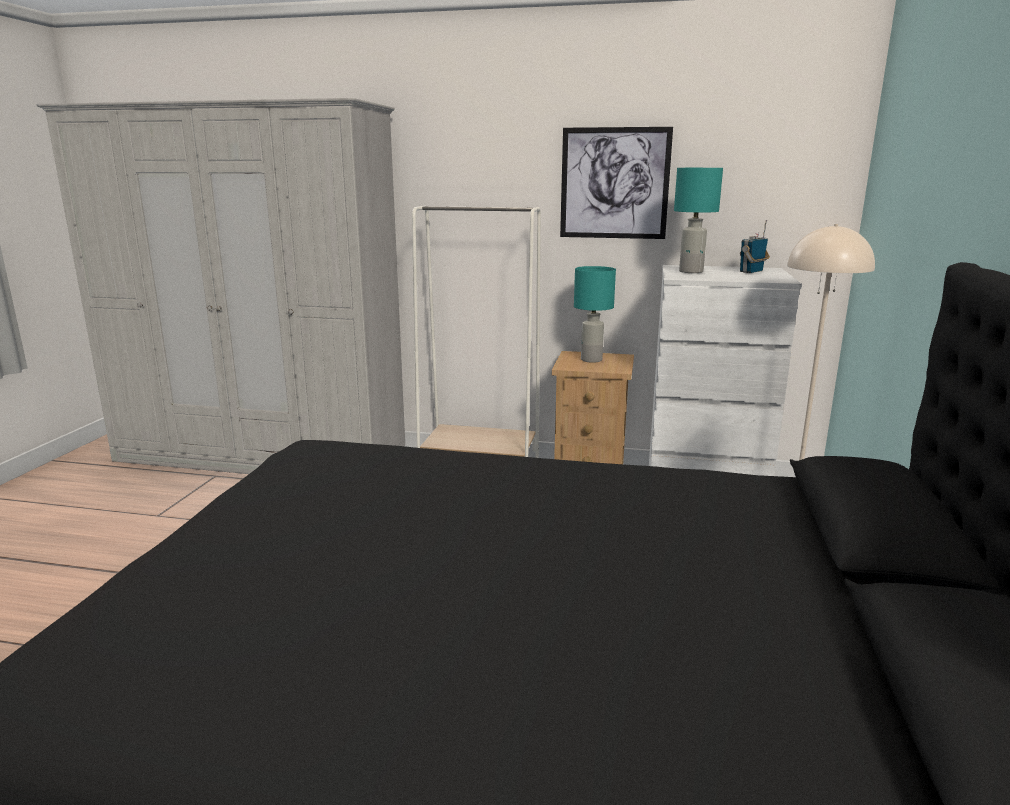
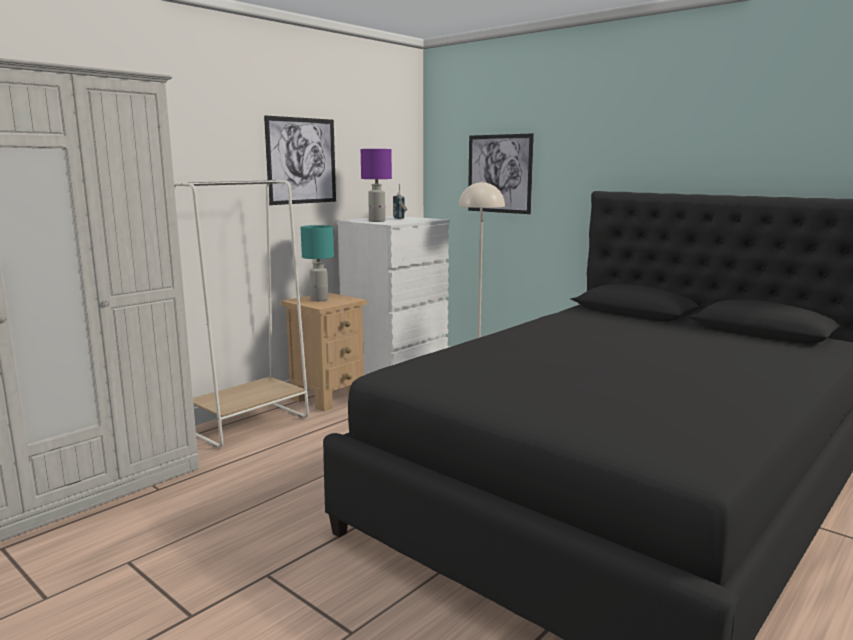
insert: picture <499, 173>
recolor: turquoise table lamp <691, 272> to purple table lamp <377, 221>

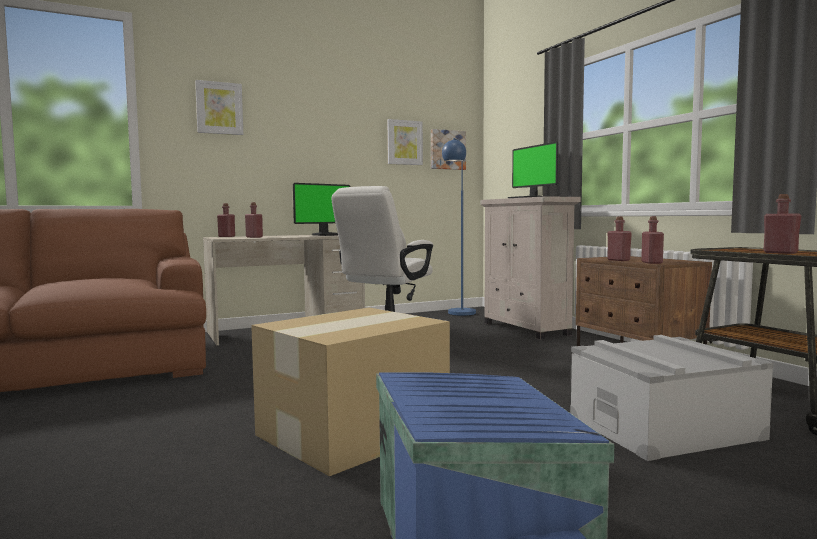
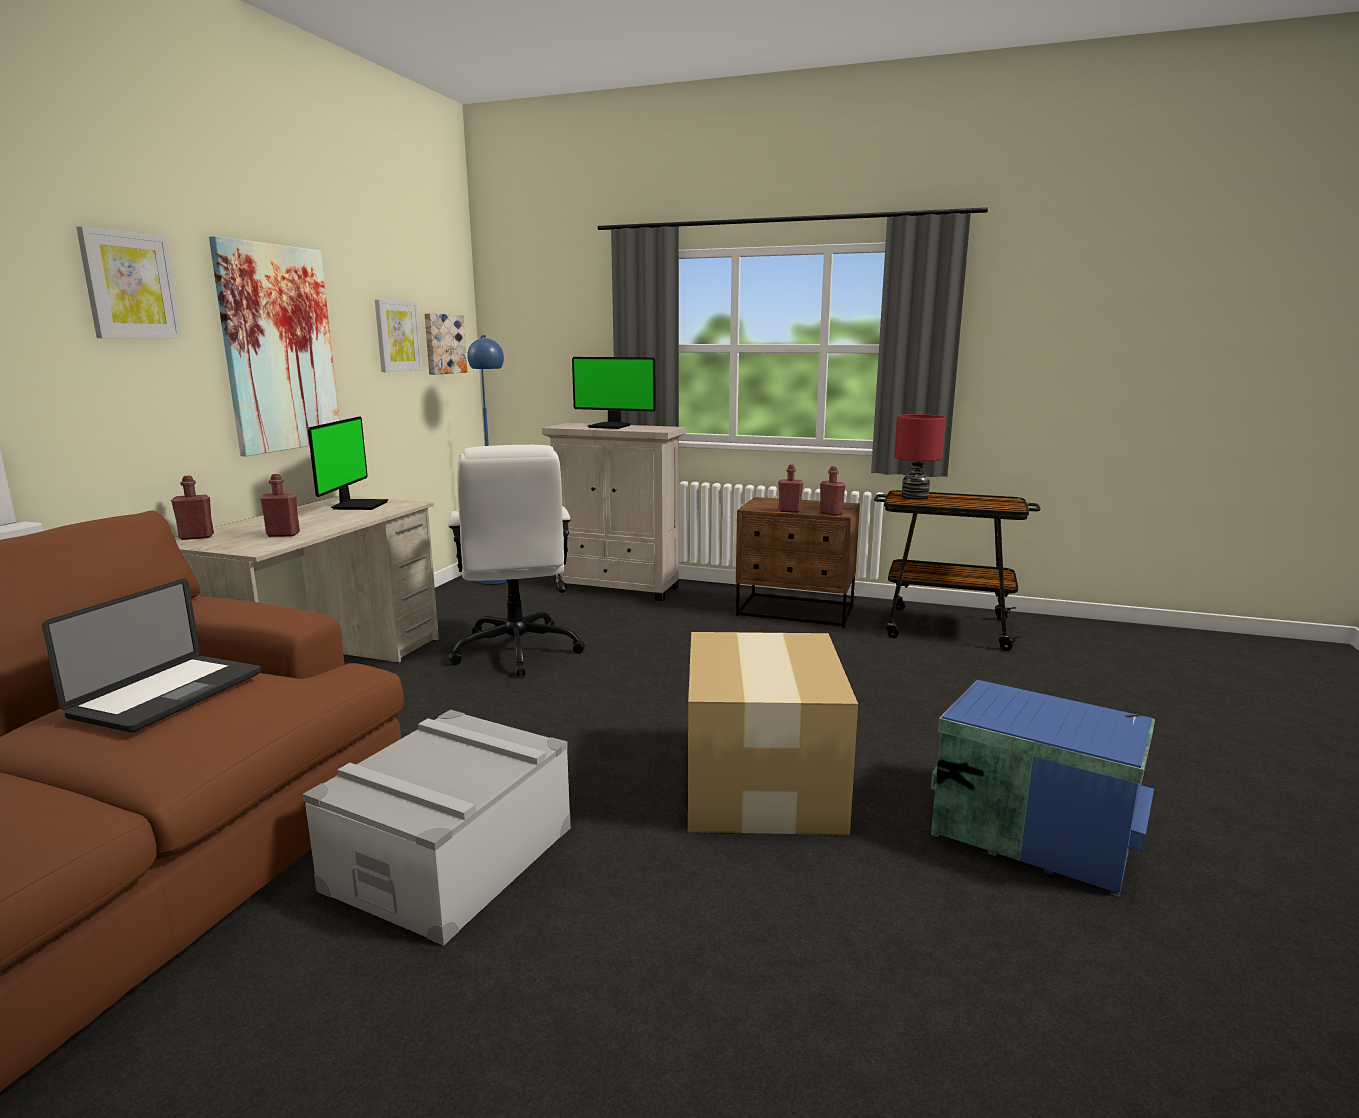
delete: red bottle <780, 253>
insert: picture <279, 349>; red table lamp <914, 497>; laptop <168, 695>
move: grey storage box <664, 428> to <451, 858>

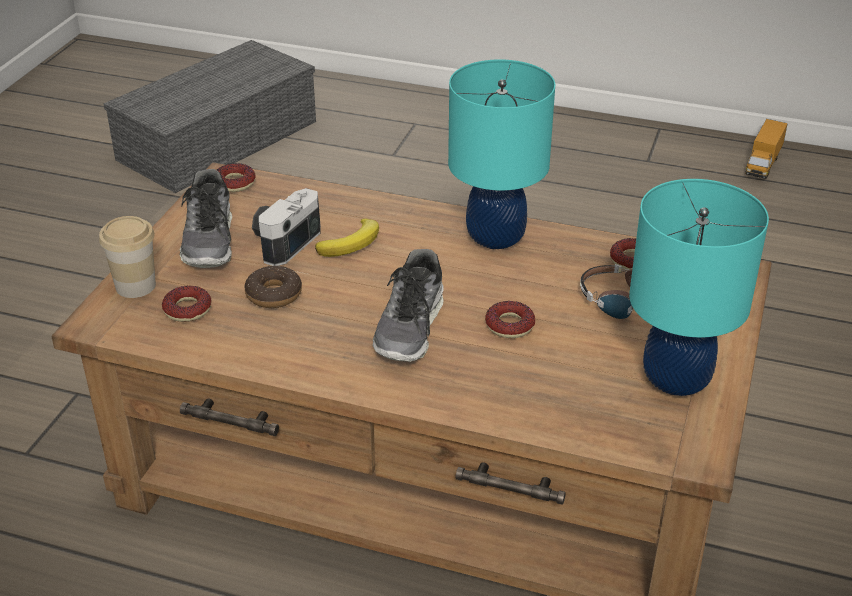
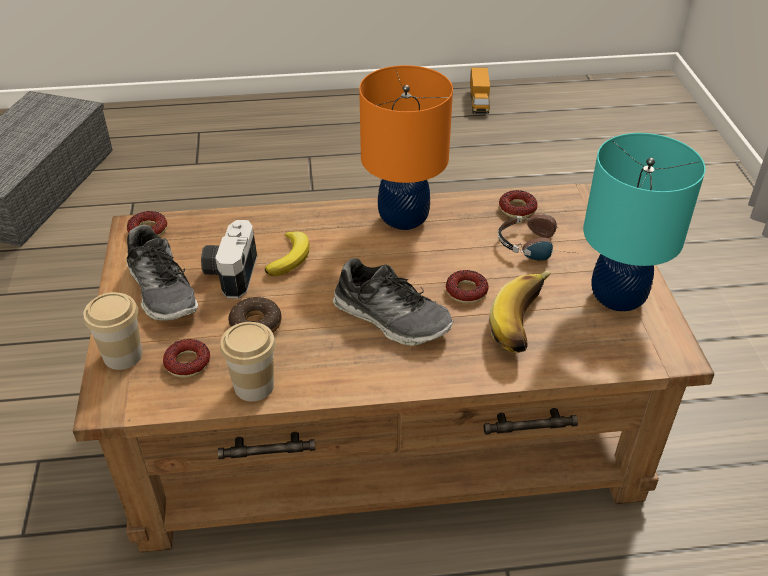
insert: banana <527, 325>; cup <254, 386>
recolor: turquoise table lamp <498, 238> to orange table lamp <404, 219>
rotate: shoe <411, 328> = <391, 318> 45 degrees counterclockwise

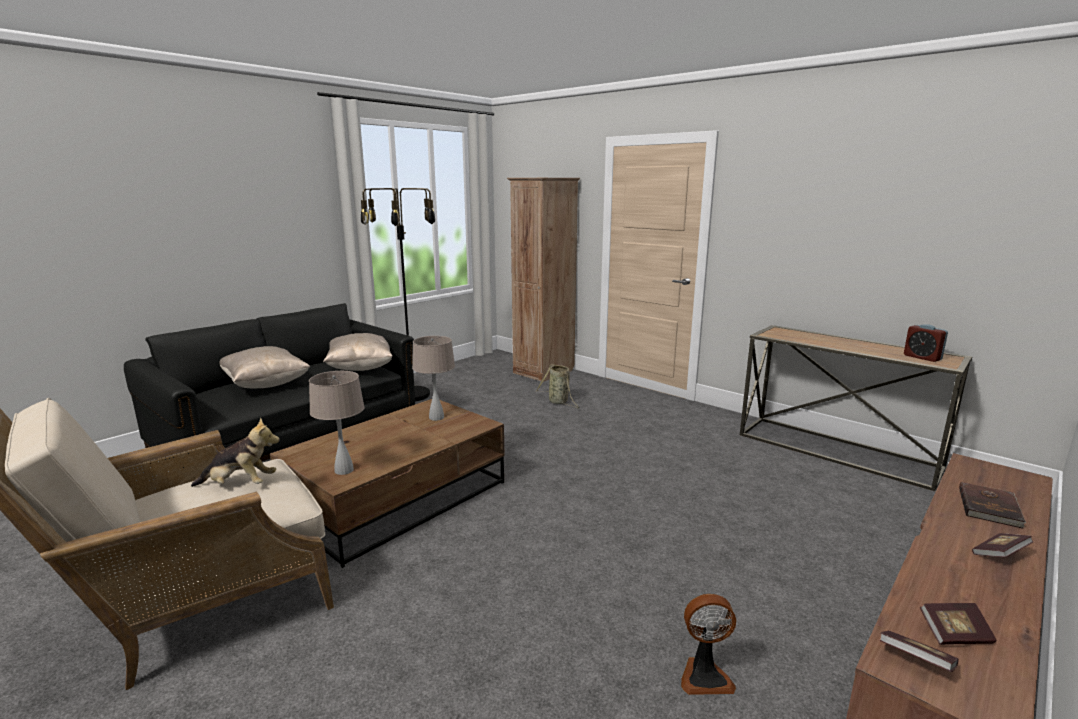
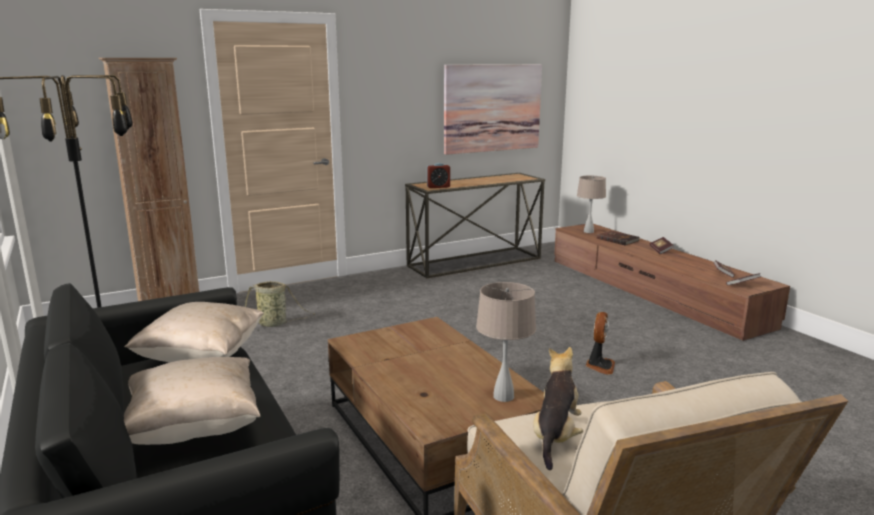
insert: picture <492, 108>
move: alarm clock <922, 357> to <438, 187>; beige table lamp <436, 417> to <588, 231>; fan <704, 676> to <599, 366>

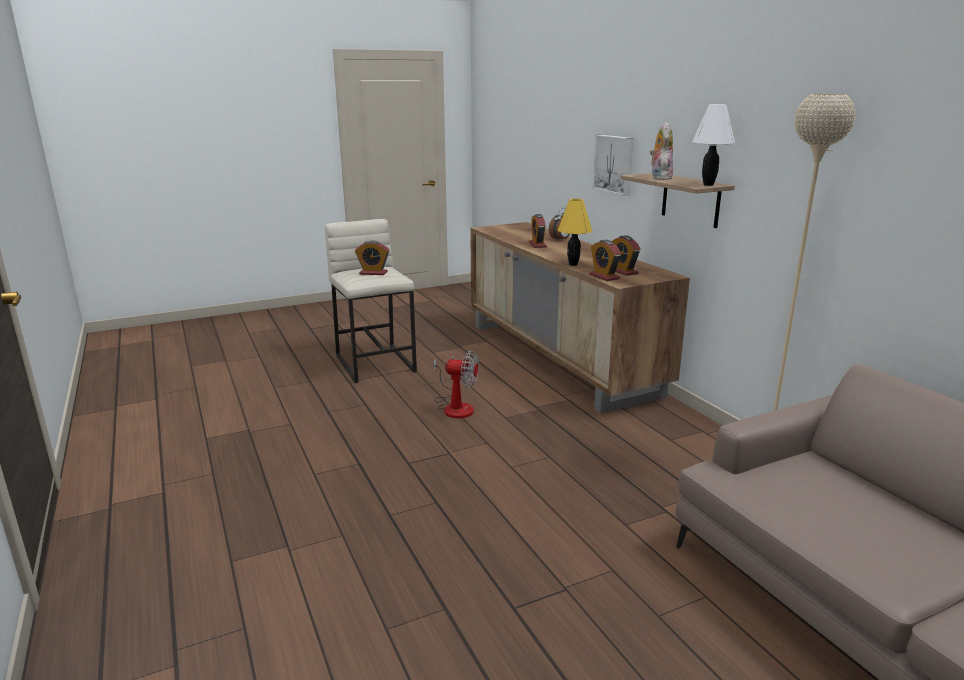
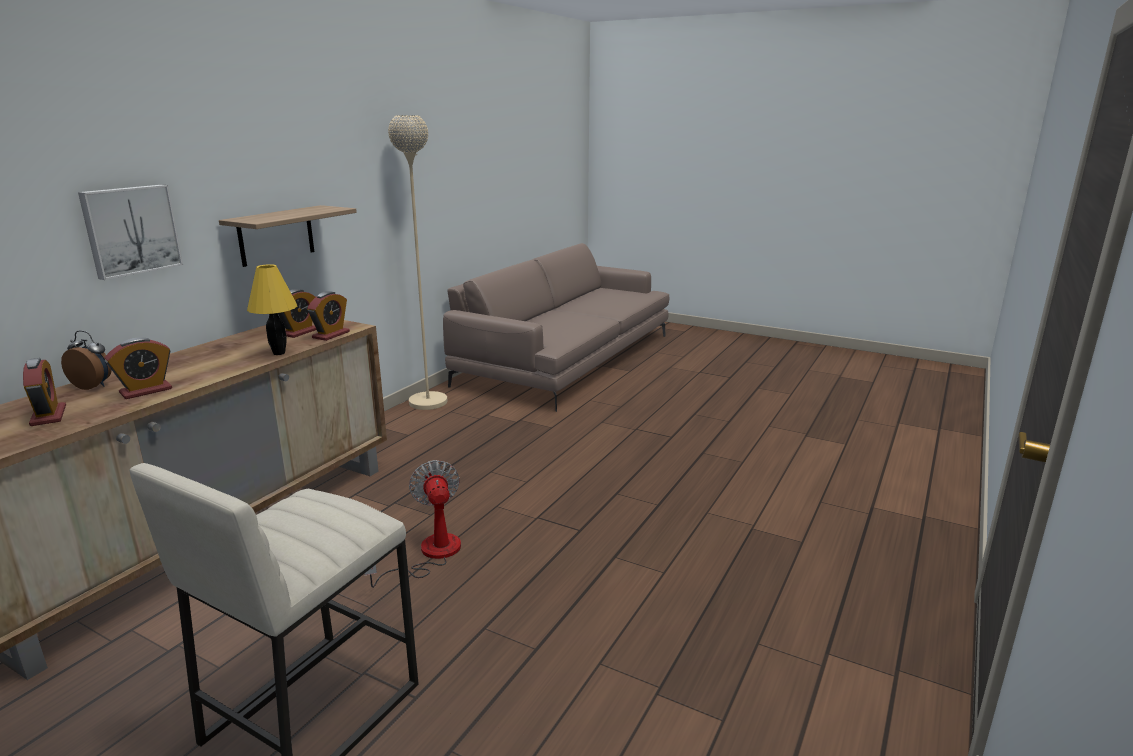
delete: white table lamp <708, 185>; plush toy <659, 178>
move: alarm clock <373, 273> to <48, 416>

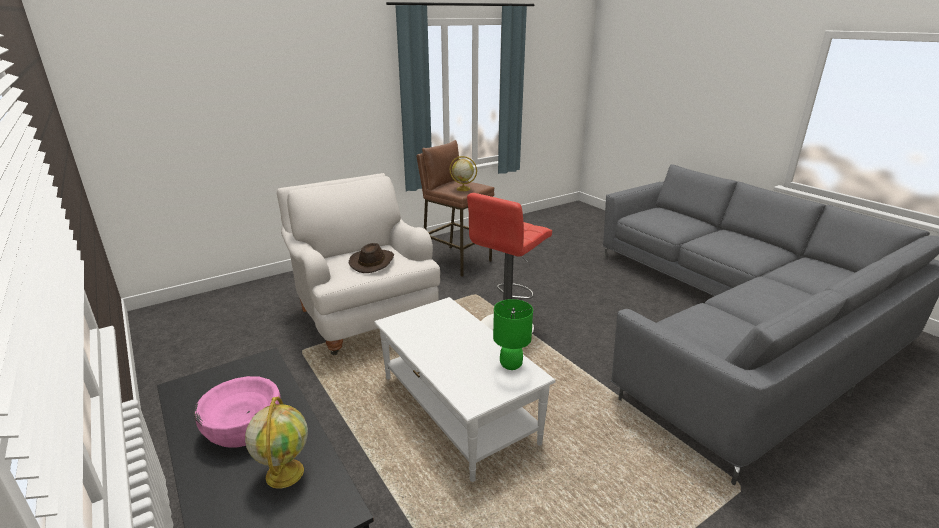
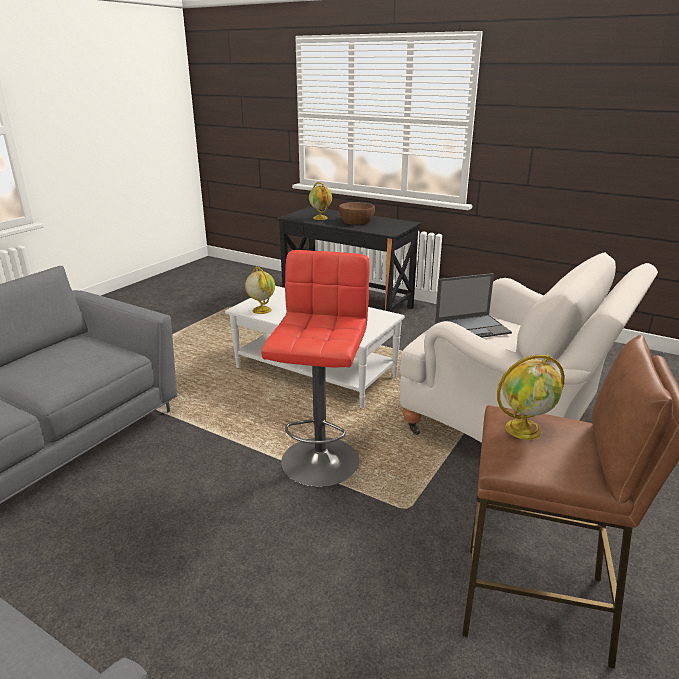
replace: brown hat <372, 262> to laptop <472, 327>; green table lamp <512, 366> to globe <261, 310>
recolor: pink bowl <243, 427> to brown bowl <356, 221>

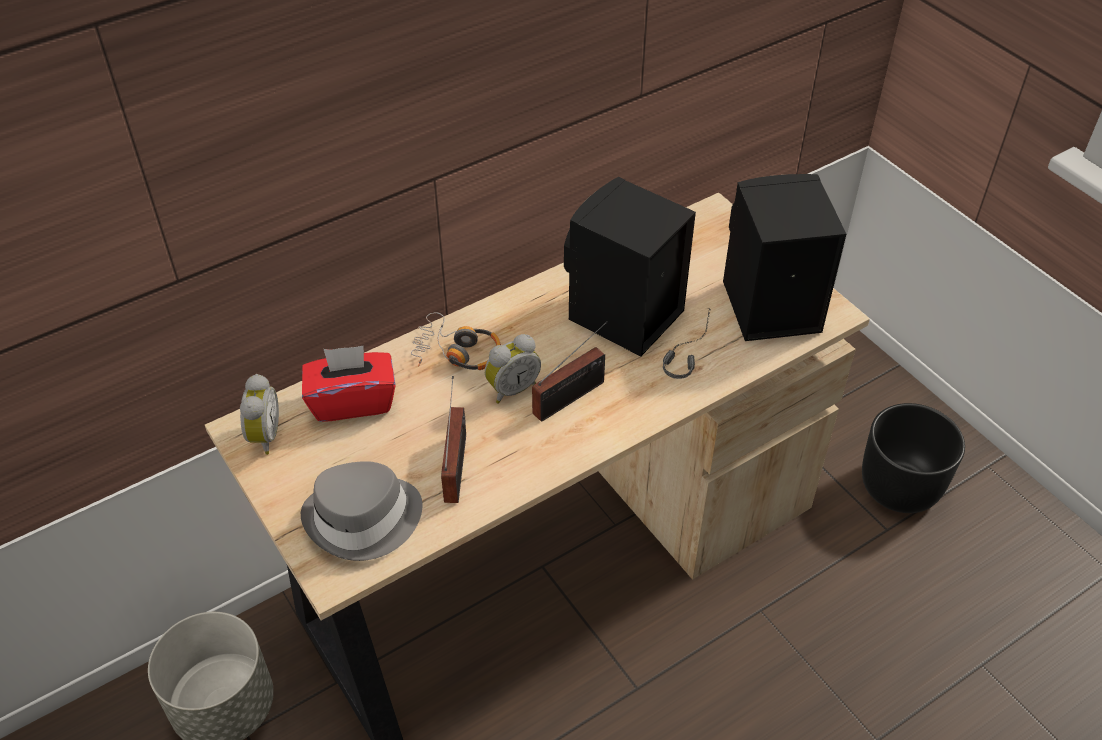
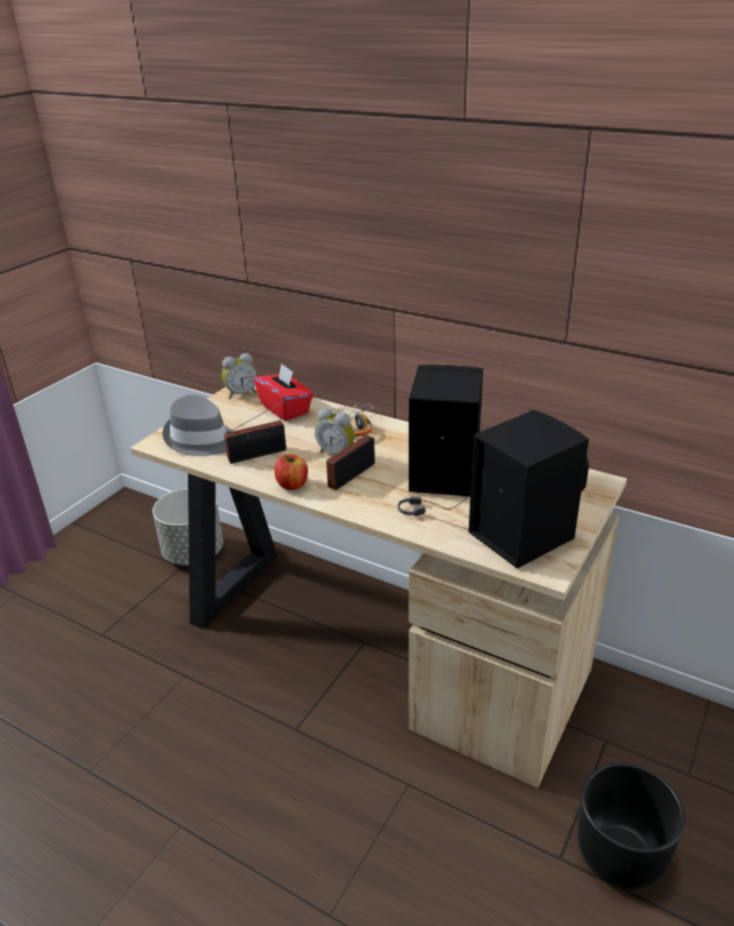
insert: apple <292, 485>
rotate: radio <573, 396> = <349, 476> 105 degrees clockwise

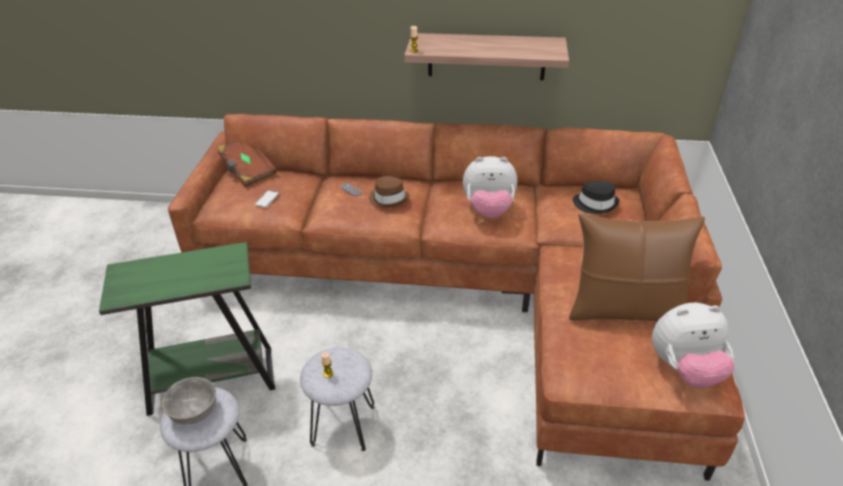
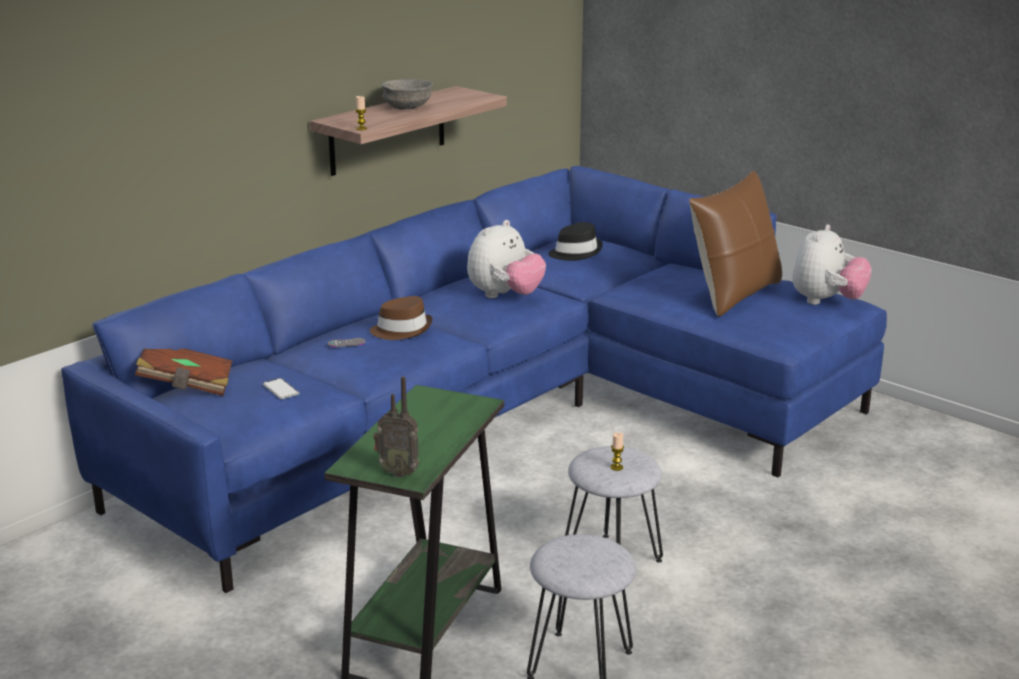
insert: radio <399, 472>
move: grey bowl <193, 412> to <407, 108>
recolor: brown sofa <468, 289> to blue sofa <502, 421>

